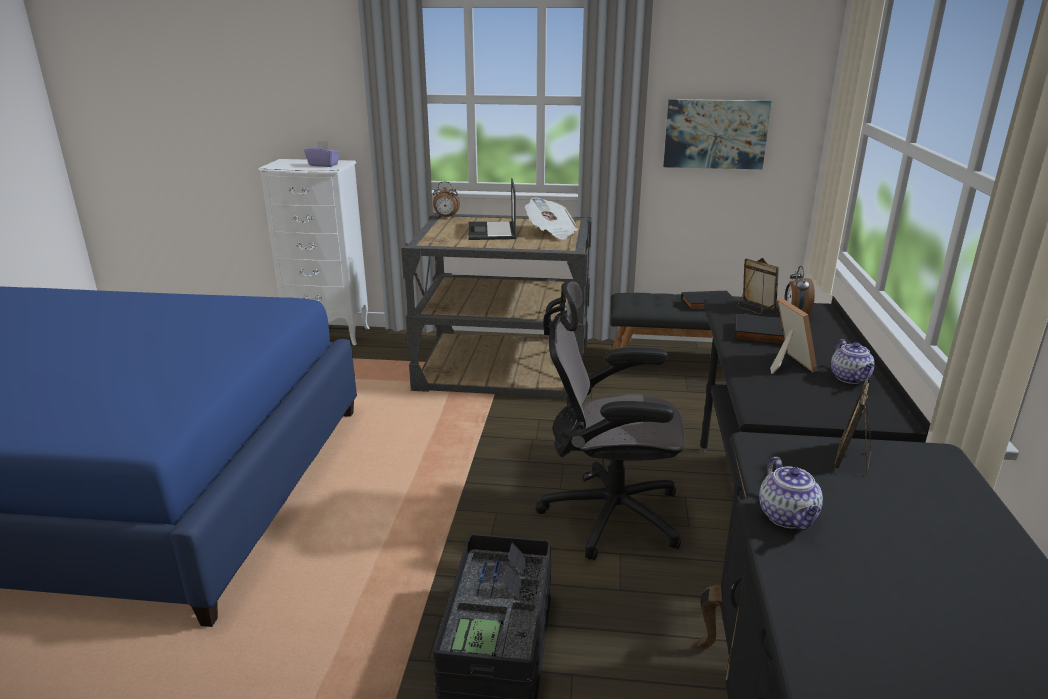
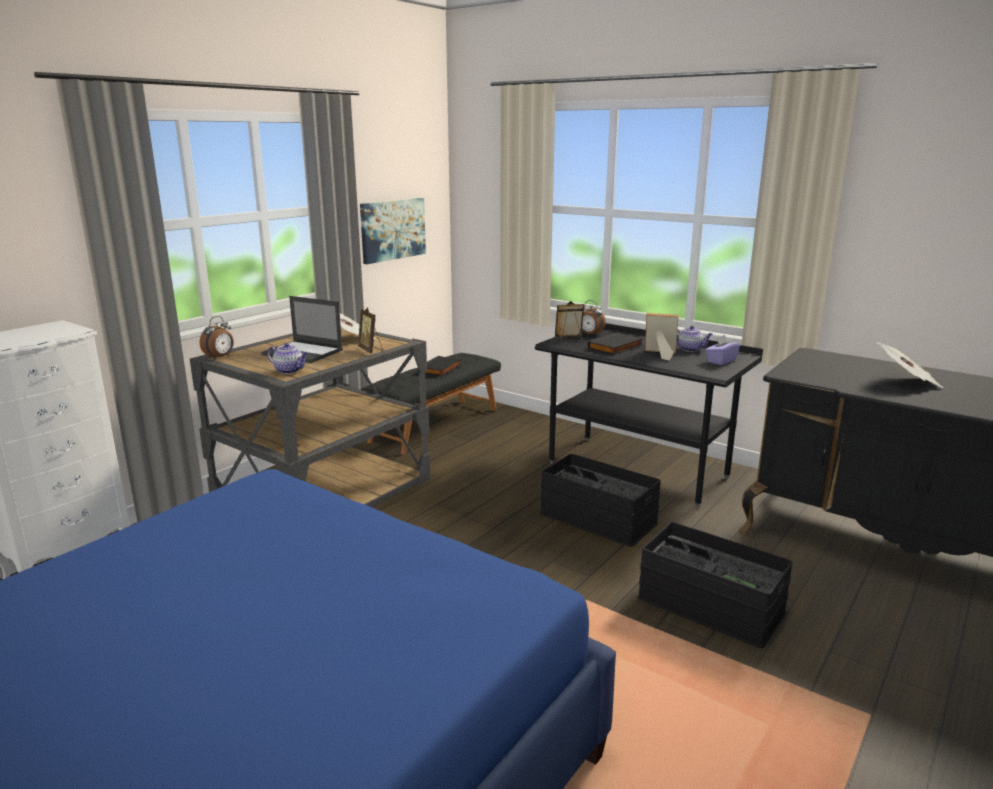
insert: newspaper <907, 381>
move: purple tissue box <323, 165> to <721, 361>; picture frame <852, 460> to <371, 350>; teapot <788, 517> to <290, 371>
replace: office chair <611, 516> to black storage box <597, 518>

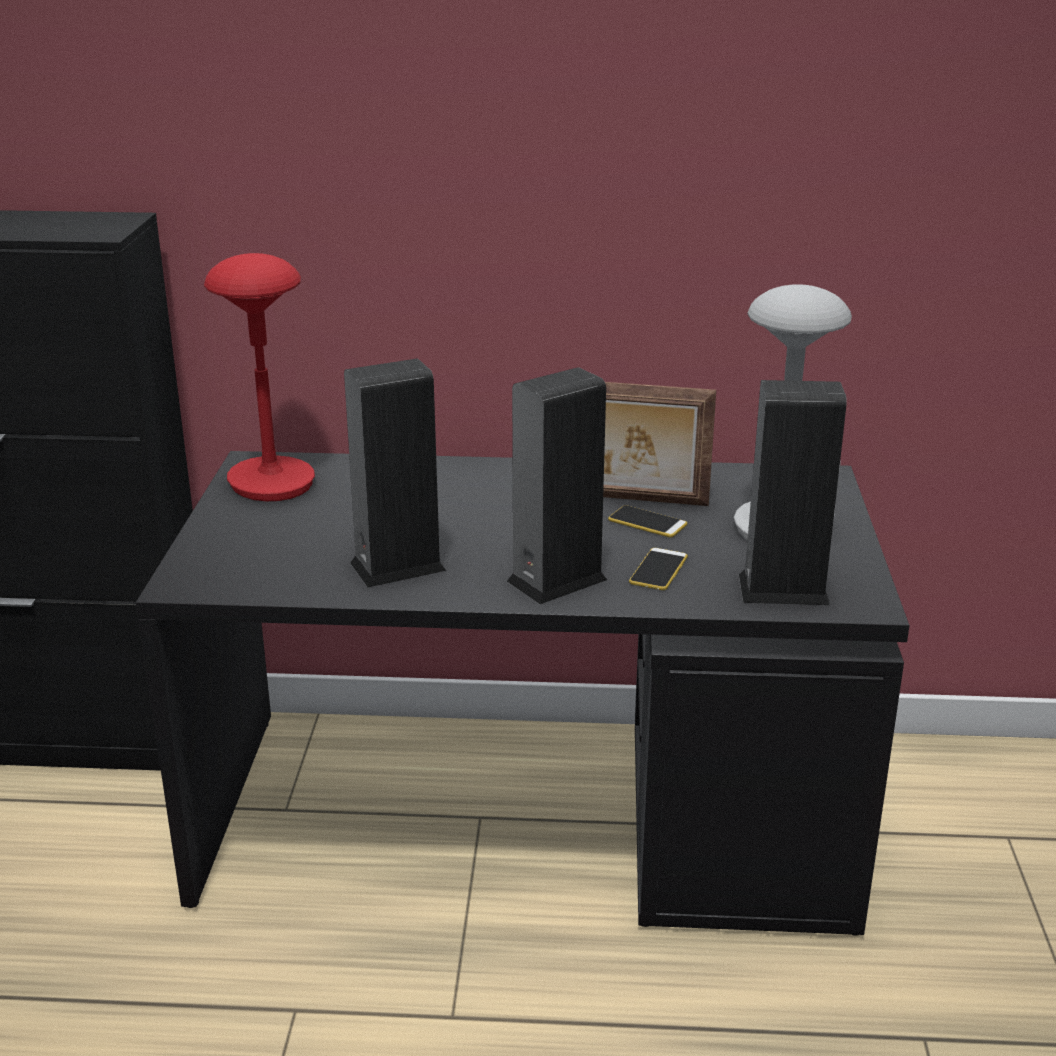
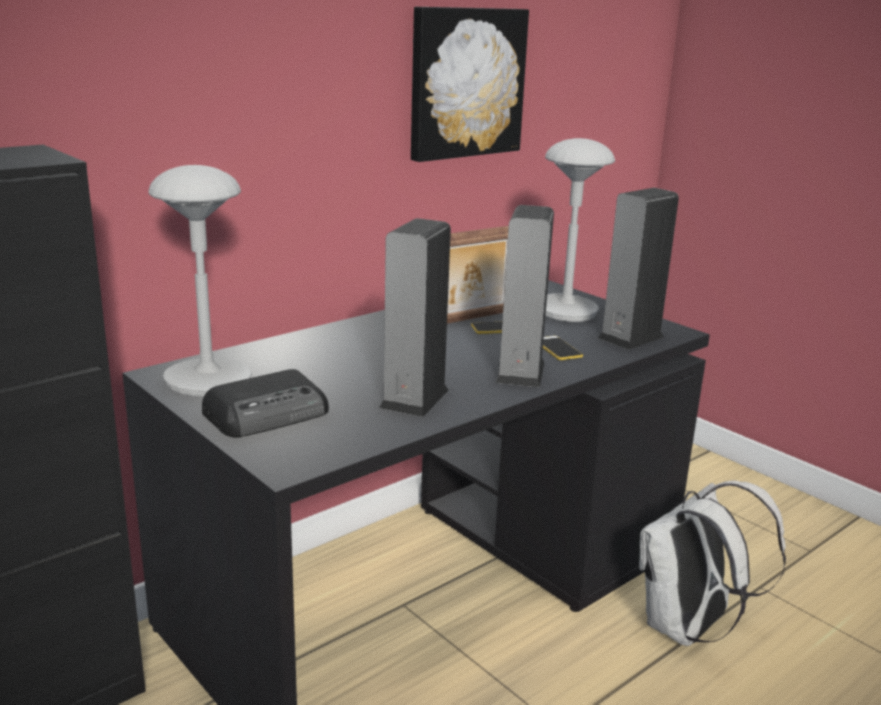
insert: picture <465, 83>; radio <269, 414>; white backpack <688, 628>
recolor: red table lamp <270, 483> to grey table lamp <207, 381>

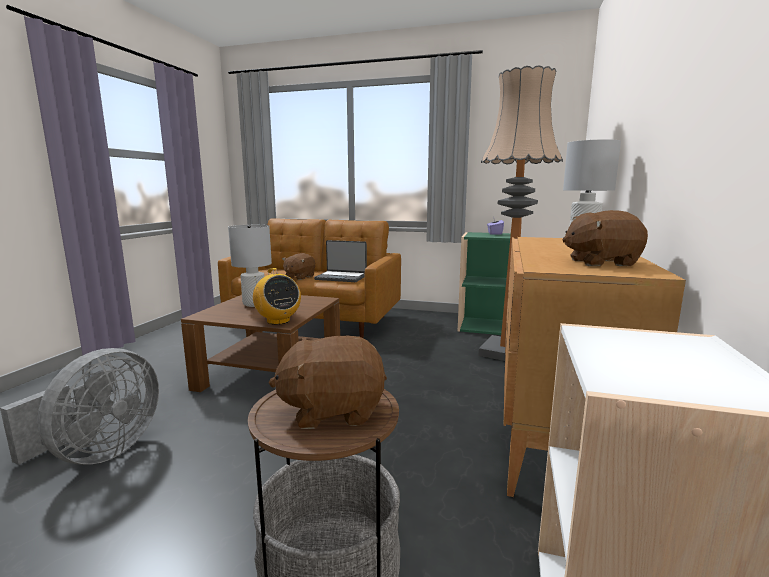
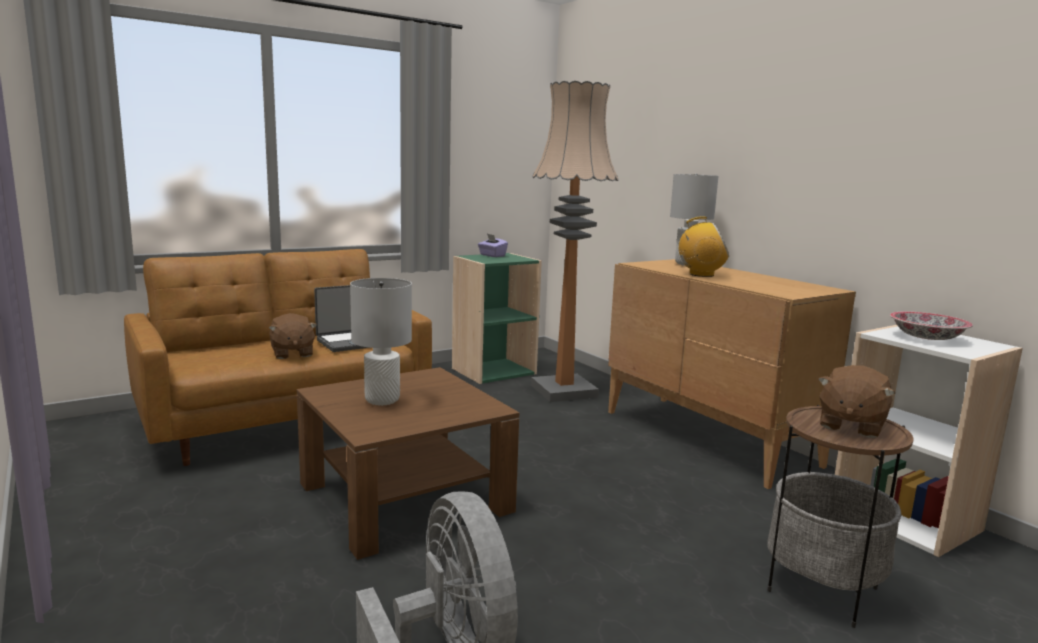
delete: brown plush toy <600, 263>
insert: bowl <926, 338>
move: radio <278, 321> to <701, 274>

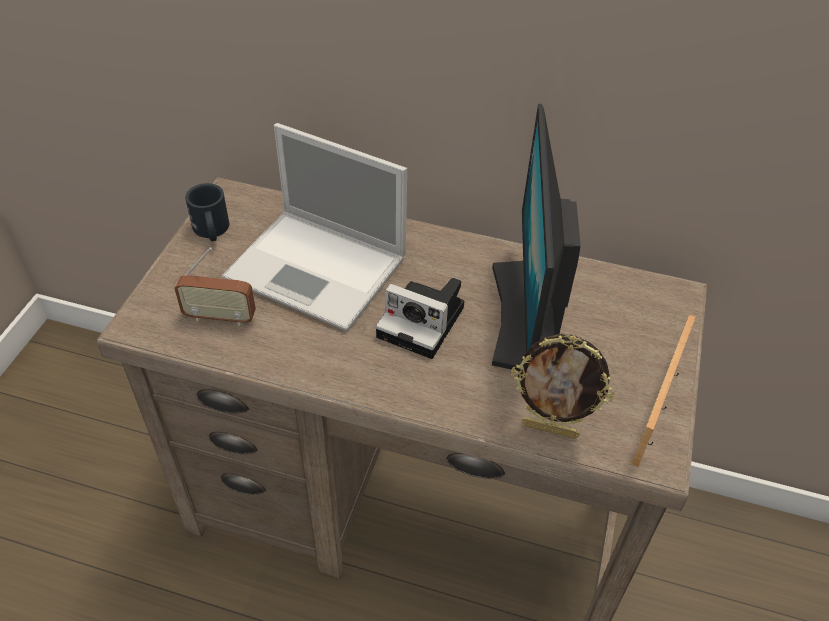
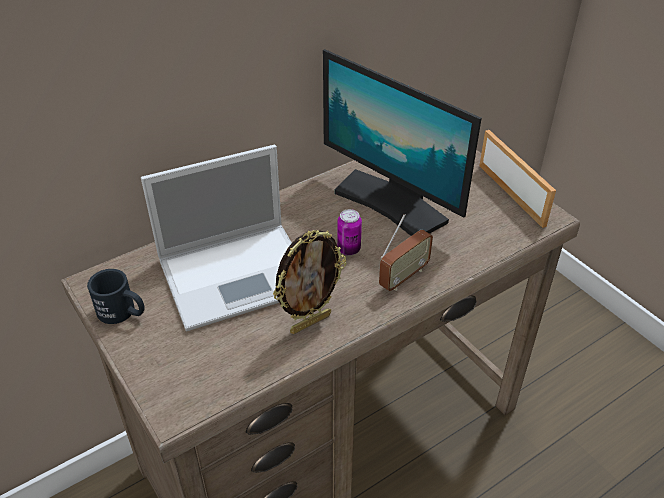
move: radio <220, 317> to <403, 277>; picture frame <550, 429> to <310, 322>
replace: photo camera <424, 322> to can <349, 249>

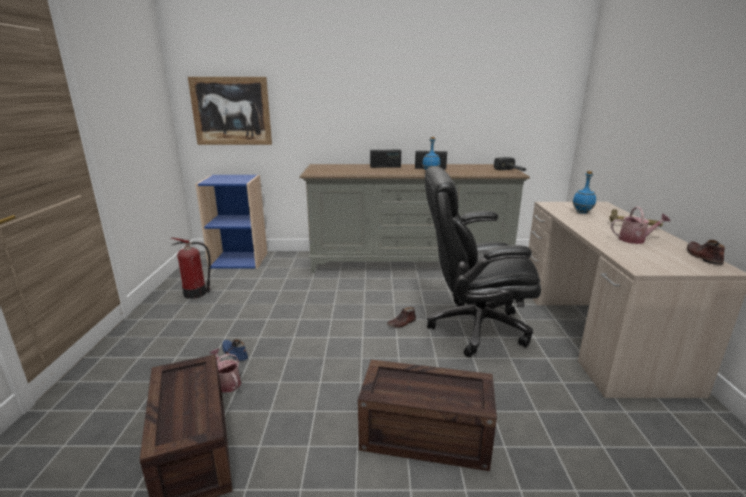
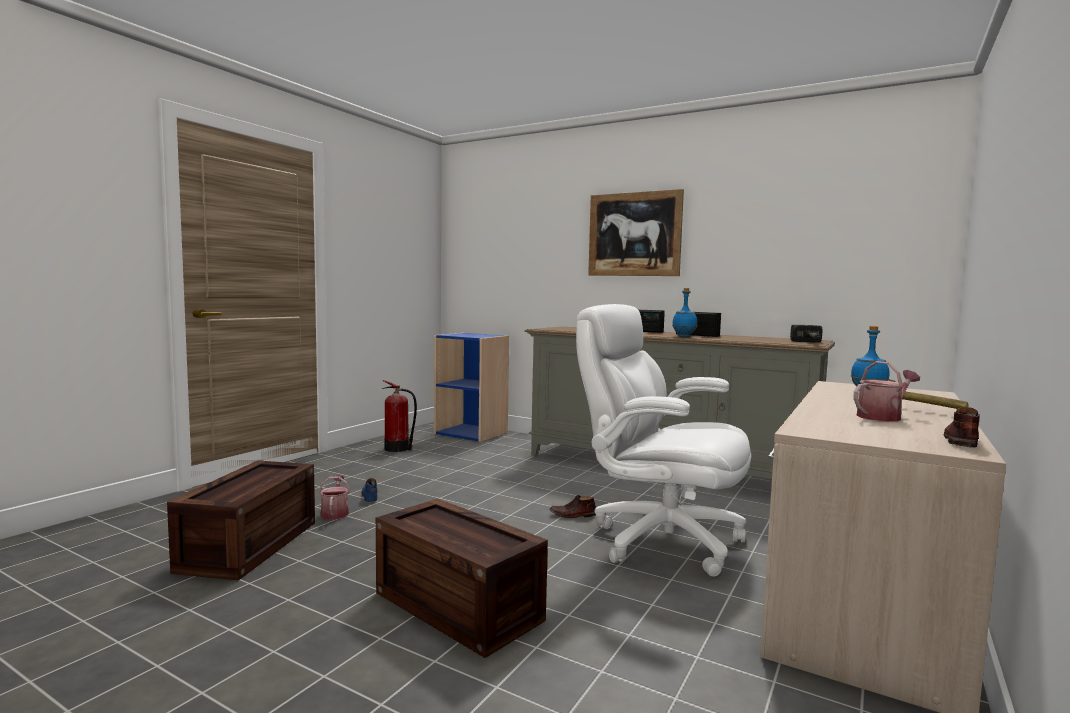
move: picture <231, 111> to <634, 234>
recolor: black office chair <471, 327> to white office chair <660, 540>
rotate: watering can <635, 240> = <882, 417> 60 degrees counterclockwise

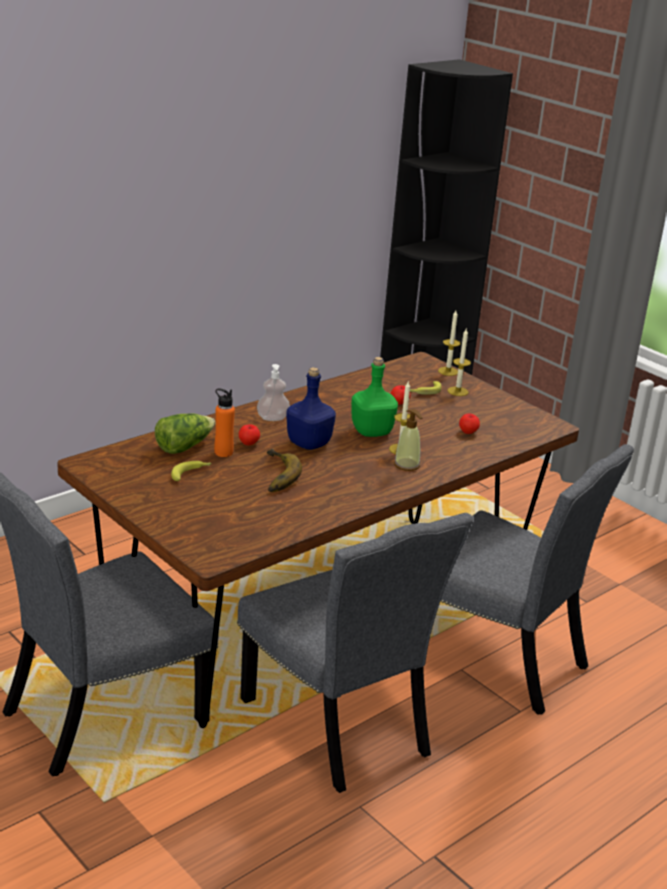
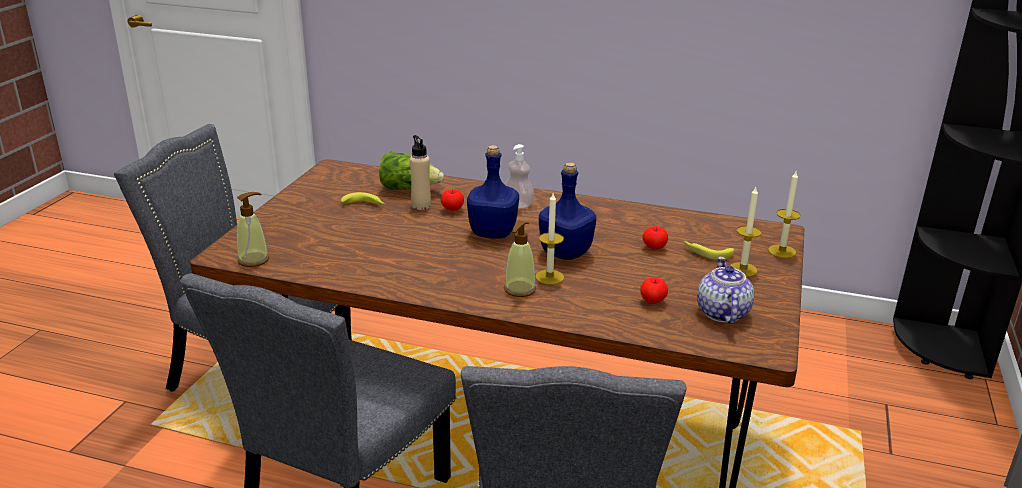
delete: banana <274, 475>
insert: soap dispenser <253, 260>; teapot <722, 313>
recolor: green bottle <372, 431> to blue bottle <566, 253>; orange bottle <223, 452> to beige bottle <421, 205>

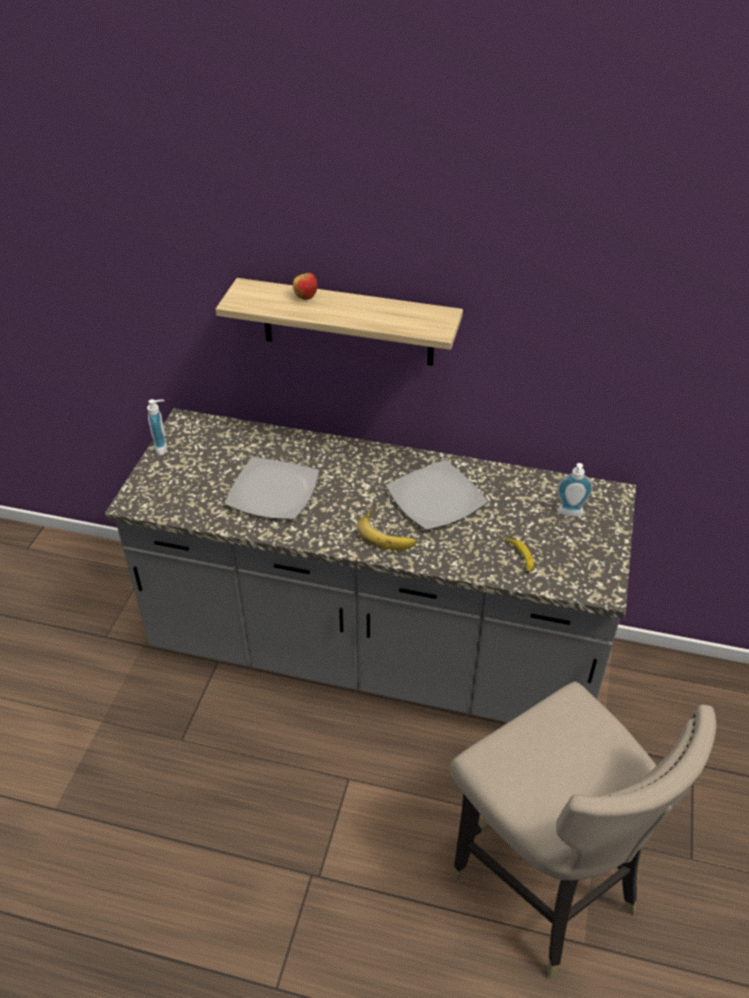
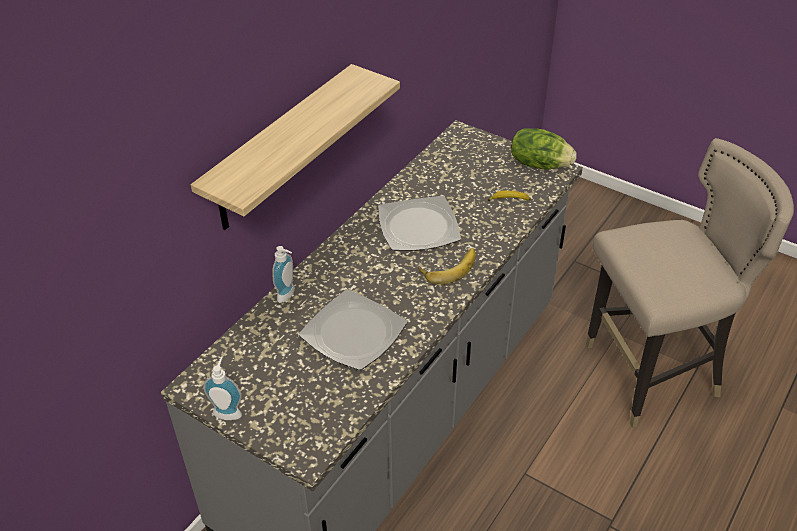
delete: apple <306, 297>
insert: lettuce <539, 164>
move: soap dispenser <570, 514> to <288, 295>

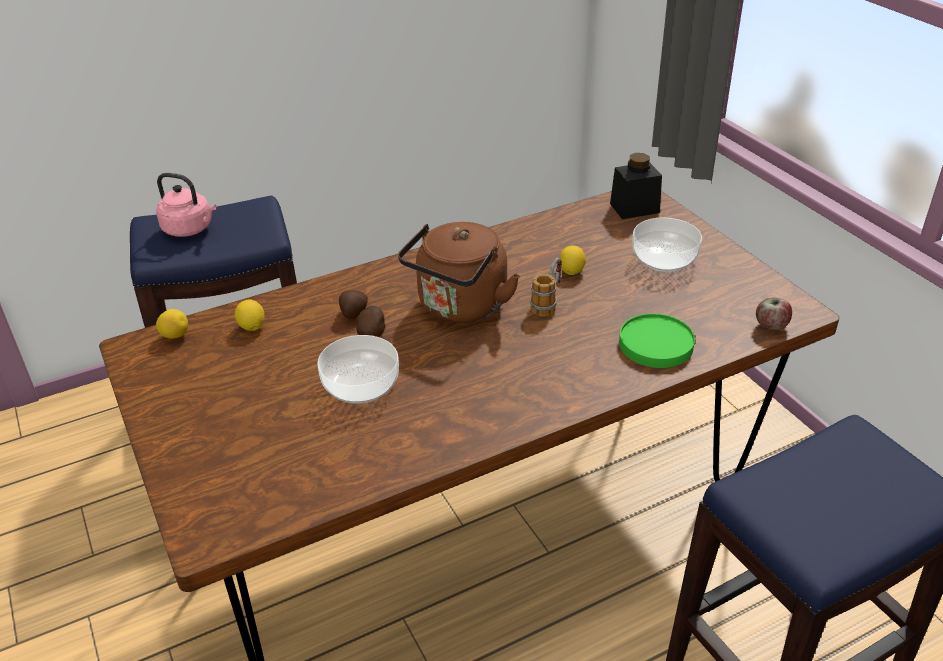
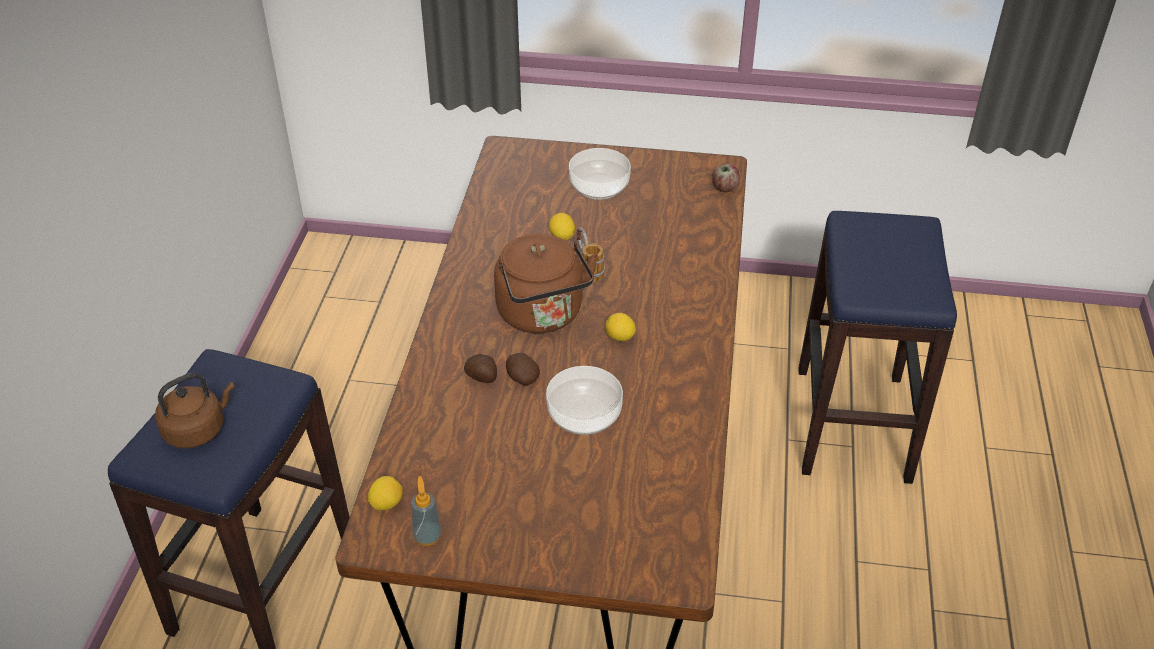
delete: black jar <634, 208>; green plate <656, 344>
insert: soap dispenser <427, 536>
move: lemon <252, 327> to <620, 337>
recolor: pink kettle <190, 229> to brown kettle <198, 429>

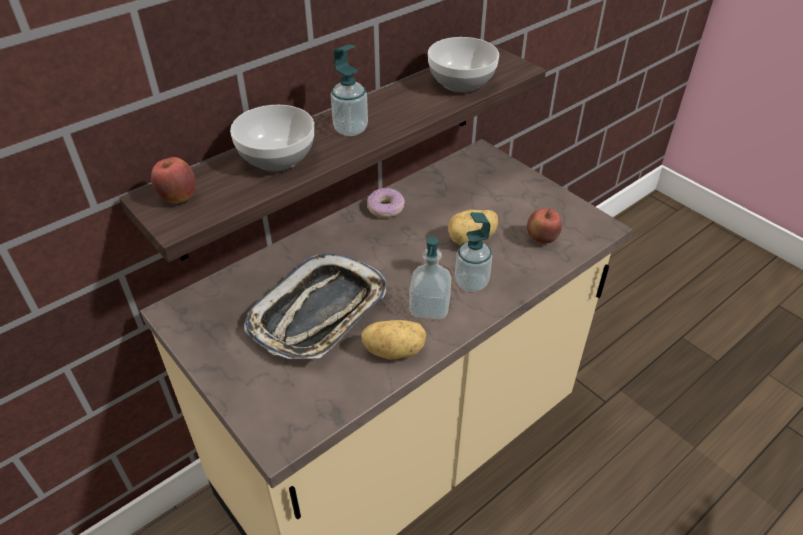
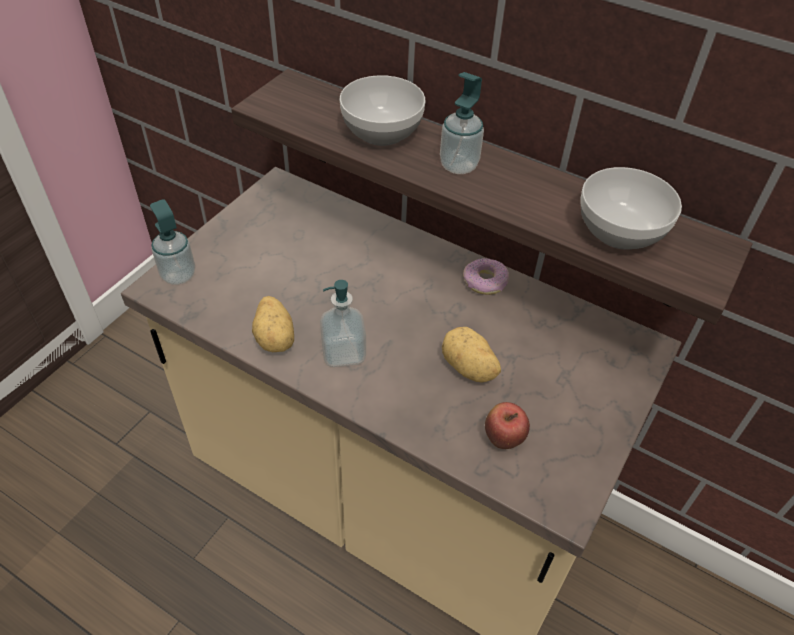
delete: apple <178, 198>; tray <319, 313>
move: soap dispenser <471, 283> to <178, 275>

